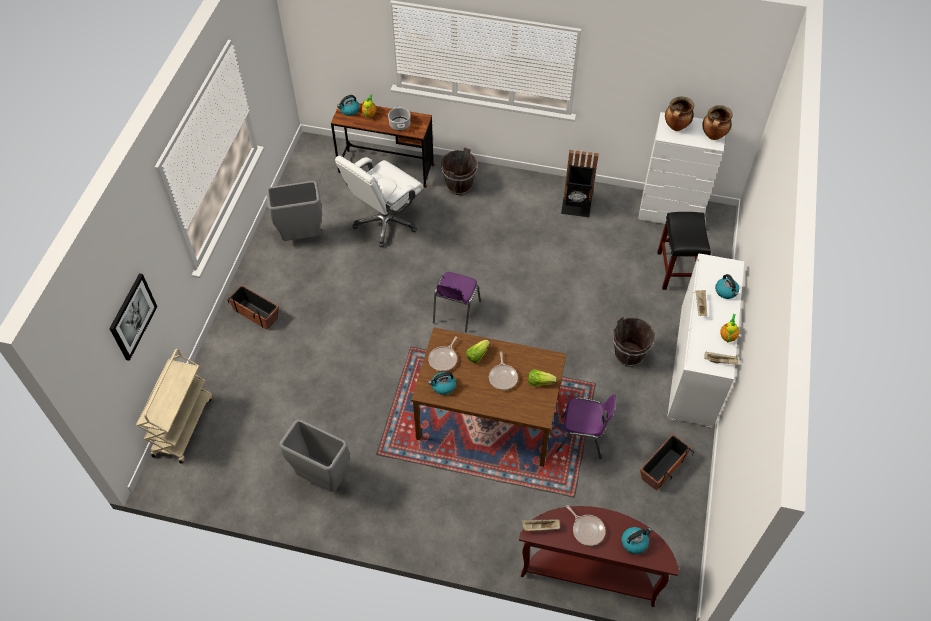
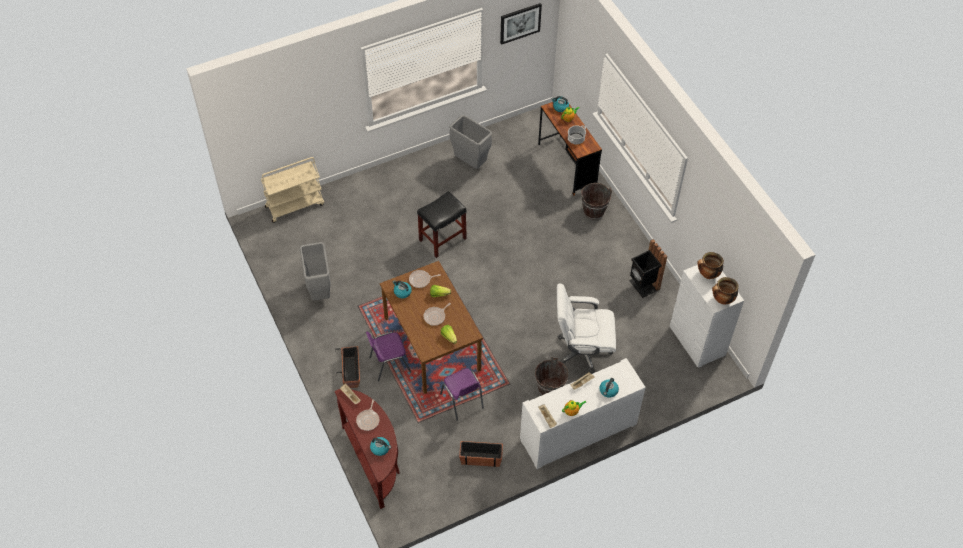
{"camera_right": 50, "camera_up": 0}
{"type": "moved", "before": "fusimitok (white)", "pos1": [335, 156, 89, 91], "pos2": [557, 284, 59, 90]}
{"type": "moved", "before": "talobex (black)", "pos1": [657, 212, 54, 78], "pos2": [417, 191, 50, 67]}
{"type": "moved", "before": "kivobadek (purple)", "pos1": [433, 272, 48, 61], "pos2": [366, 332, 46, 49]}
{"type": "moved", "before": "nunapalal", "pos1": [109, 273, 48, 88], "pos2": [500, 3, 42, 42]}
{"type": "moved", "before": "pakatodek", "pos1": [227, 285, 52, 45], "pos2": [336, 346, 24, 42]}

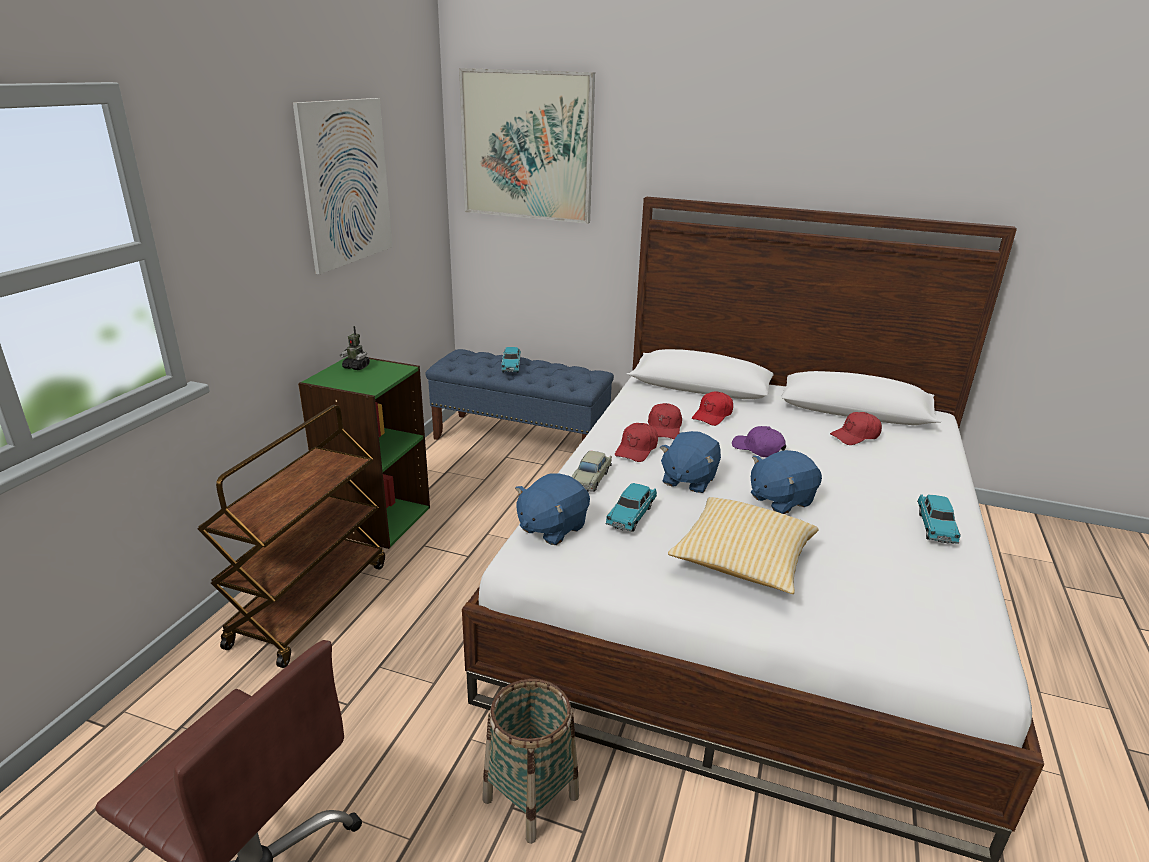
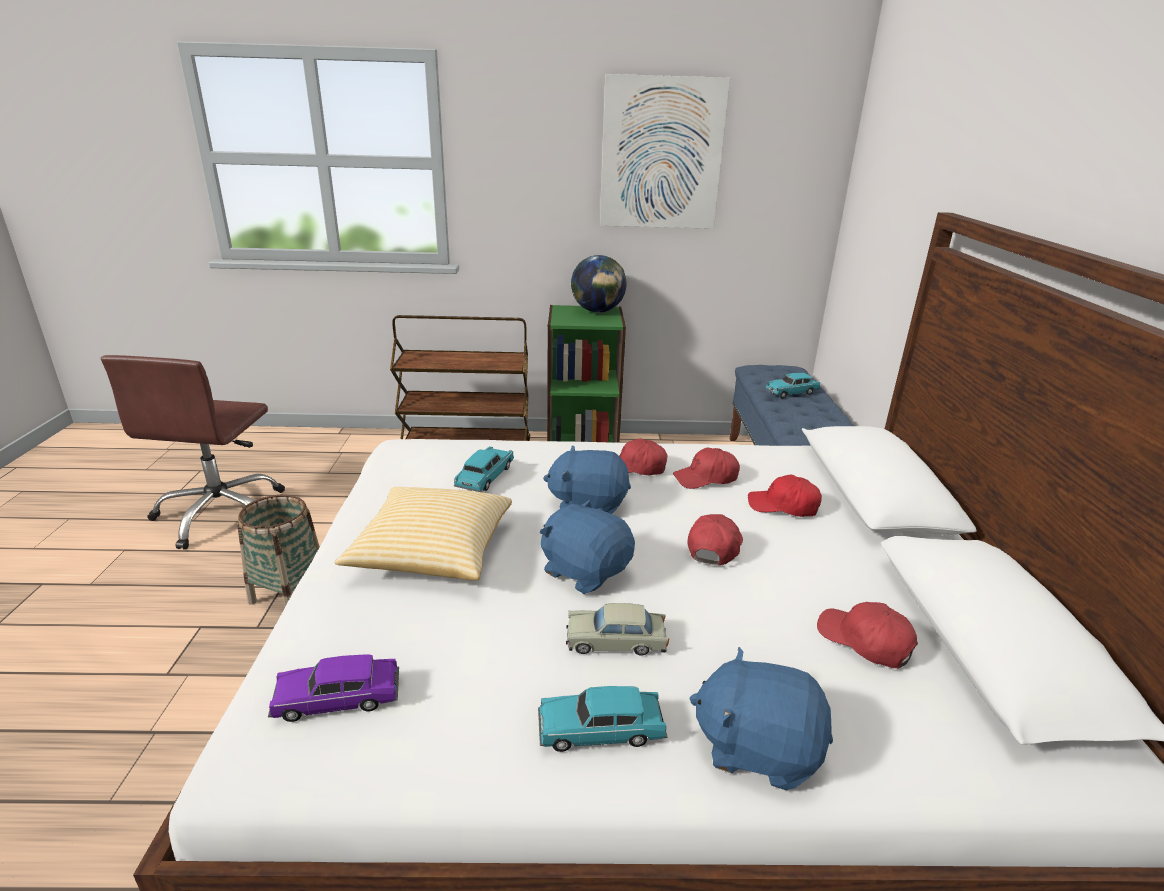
{"camera_right": 70, "camera_up": 0}
{"type": "removed", "before": "nunapalal", "pos1": [459, 68, 136, 156]}
{"type": "replaced", "before": "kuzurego", "after": "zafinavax", "pos1": [340, 326, 30, 44], "pos2": [571, 255, 55, 58]}
{"type": "recoloured", "before": "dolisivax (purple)", "after": "dolisivax (red)", "pos1": [732, 426, 54, 32], "pos2": [688, 514, 55, 51]}
{"type": "moved", "before": "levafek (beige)", "pos1": [571, 451, 41, 41], "pos2": [566, 603, 103, 52]}
{"type": "moved", "before": "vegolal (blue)", "pos1": [515, 474, 75, 71], "pos2": [690, 647, 143, 143]}
{"type": "turned", "before": "levafek (turquoise)", "pos1": [606, 483, 51, 49], "pos2": [454, 447, 60, 45], "turn": 105}
{"type": "added", "after": "levafek (purple)", "pos2": [268, 654, 131, 68]}

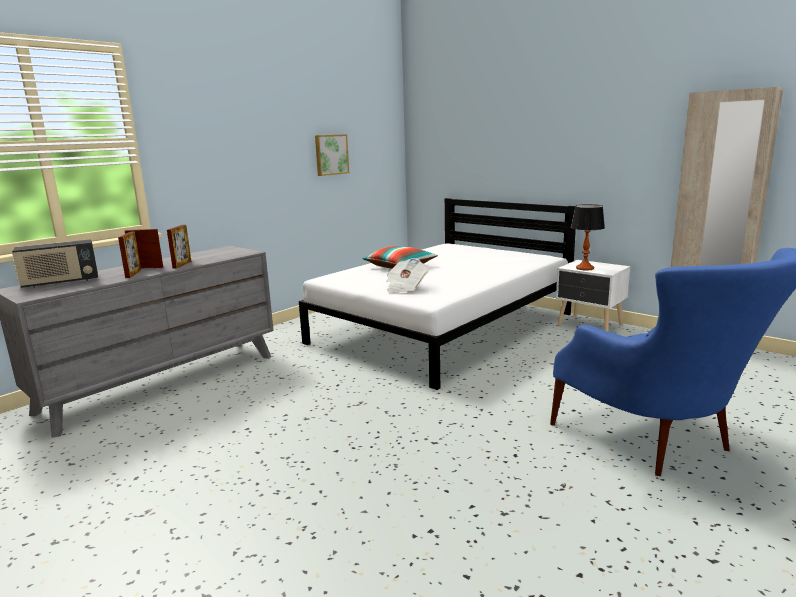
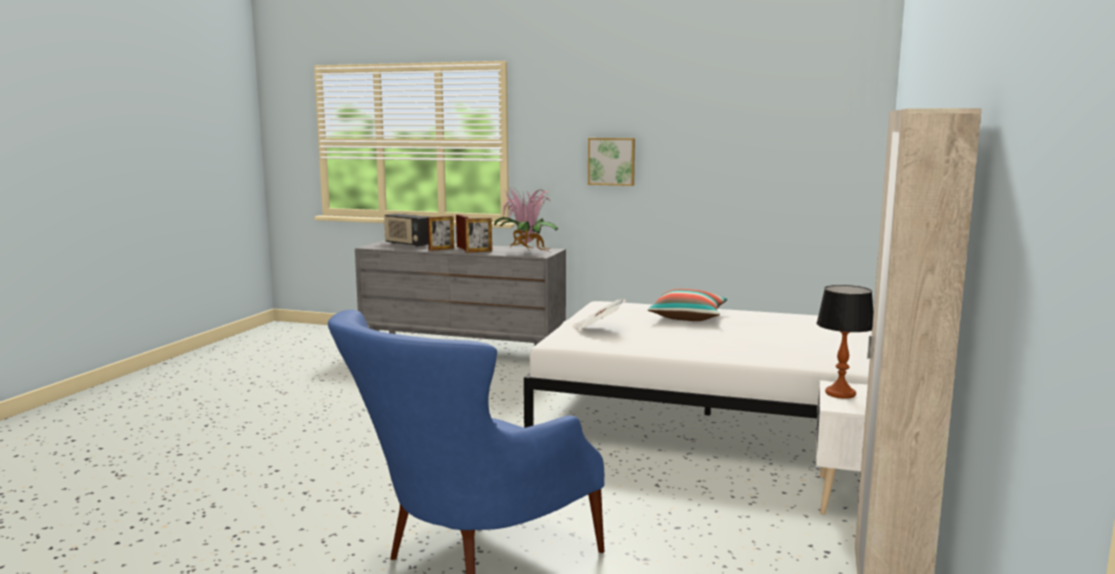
{"camera_right": 65, "camera_up": -5}
{"type": "moved", "before": "nunapalal", "pos1": [315, 134, 34, 42], "pos2": [588, 138, 47, 48]}
{"type": "added", "after": "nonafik", "pos2": [494, 187, 64, 65]}

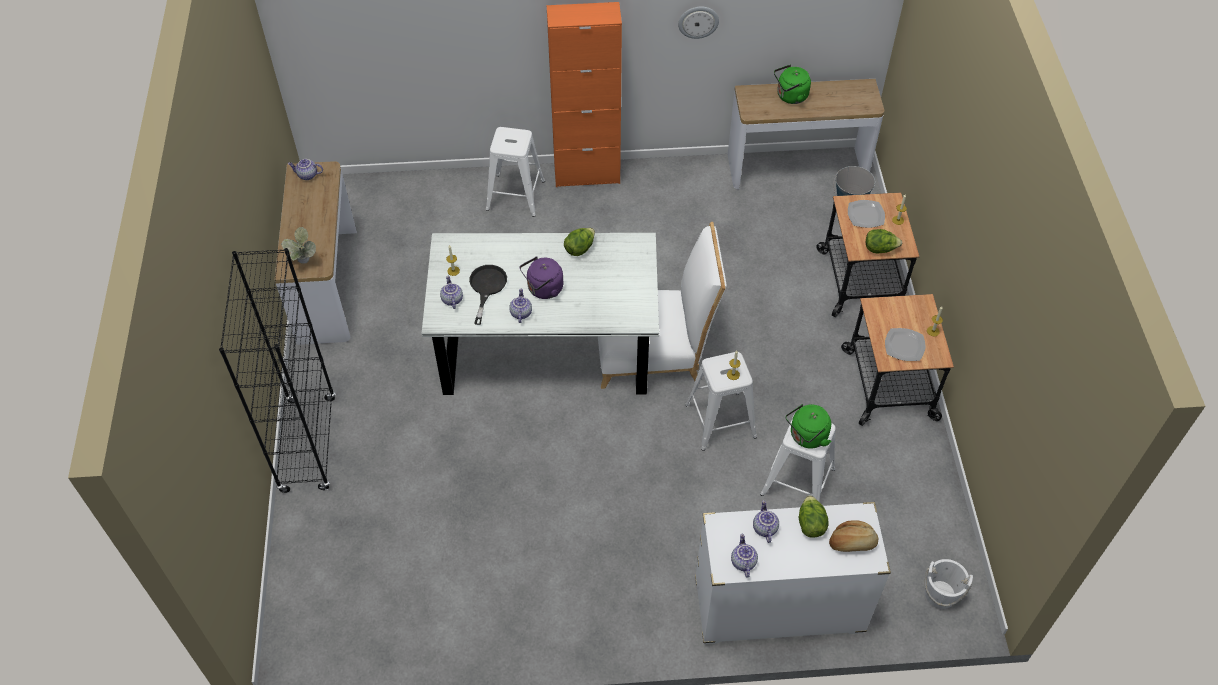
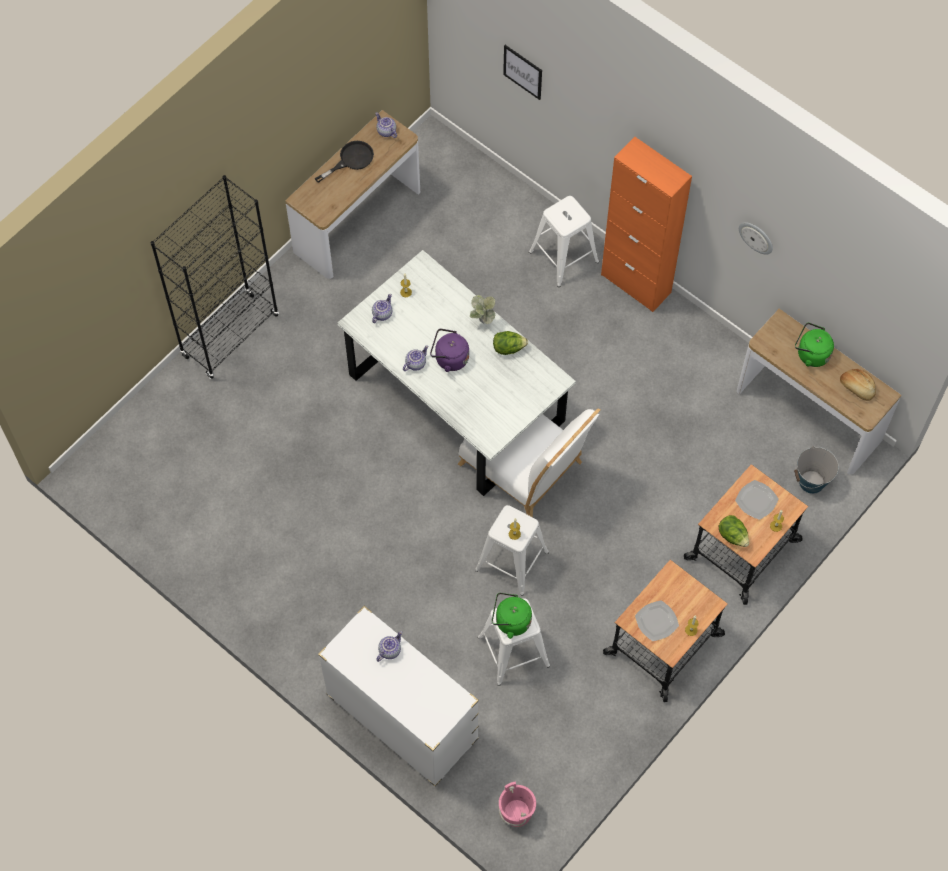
{"camera_right": 45, "camera_up": 10}
{"type": "moved", "before": "nonafik", "pos1": [281, 227, 35, 37], "pos2": [470, 295, 25, 29]}
{"type": "moved", "before": "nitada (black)", "pos1": [469, 265, 38, 60], "pos2": [314, 141, 60, 42]}
{"type": "removed", "before": "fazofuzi", "pos1": [799, 495, 30, 43]}
{"type": "moved", "before": "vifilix", "pos1": [829, 520, 49, 32], "pos2": [840, 369, 36, 32]}
{"type": "removed", "before": "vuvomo", "pos1": [731, 533, 27, 44]}
{"type": "recoloured", "before": "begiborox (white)", "after": "begiborox (pink)", "pos1": [925, 559, 48, 50], "pos2": [499, 782, 37, 45]}
{"type": "added", "after": "nunapalal", "pos2": [503, 45, 39, 55]}

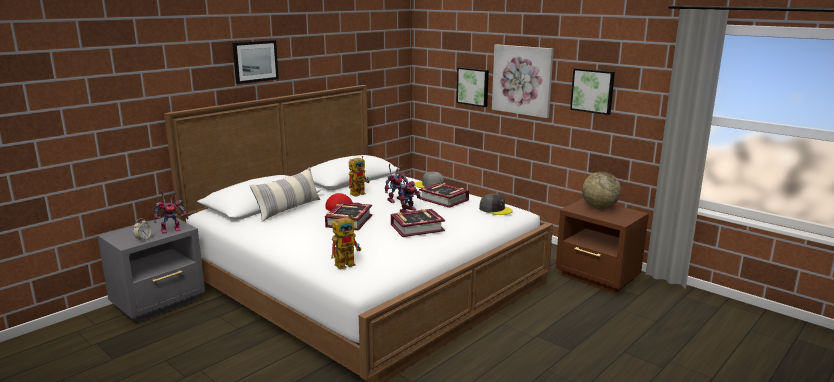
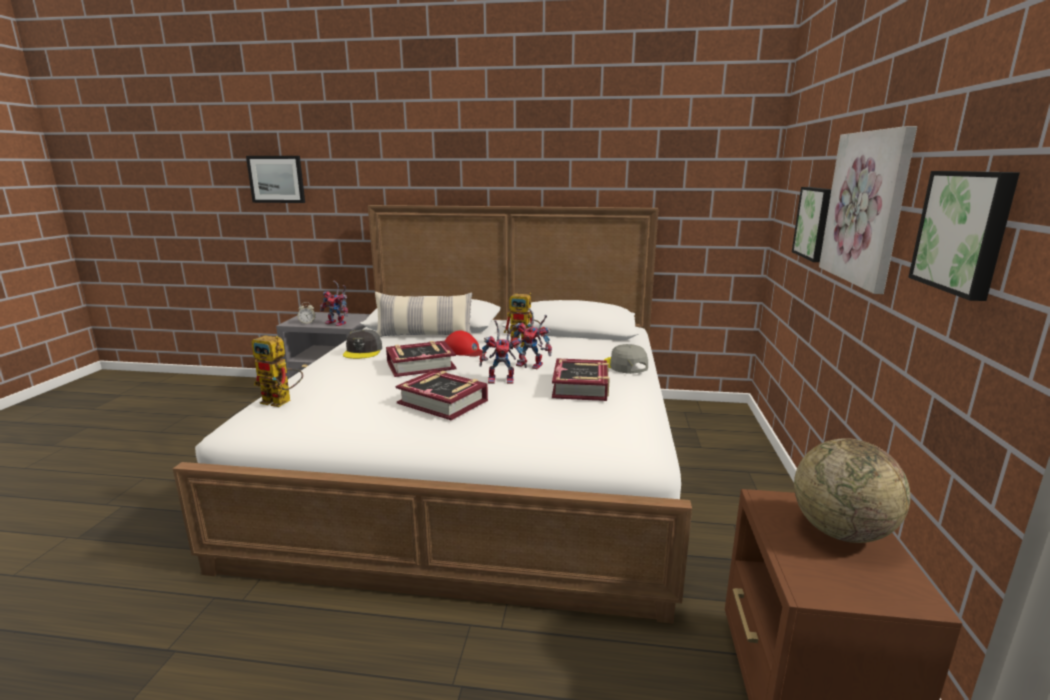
{"camera_right": 55, "camera_up": 0}
{"type": "moved", "before": "nunapalal", "pos1": [232, 40, 47, 44], "pos2": [246, 156, 59, 47]}
{"type": "moved", "before": "dolisivax (grey)", "pos1": [479, 194, 34, 21], "pos2": [343, 330, 39, 29]}

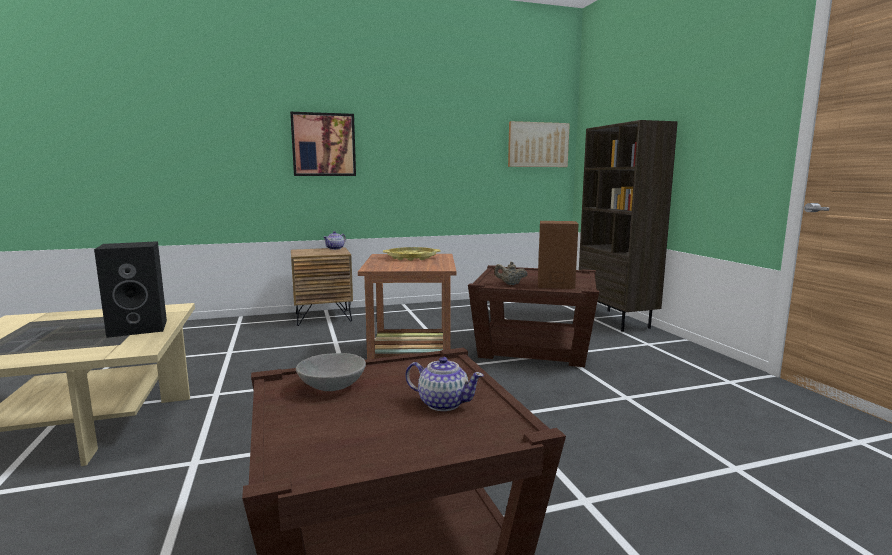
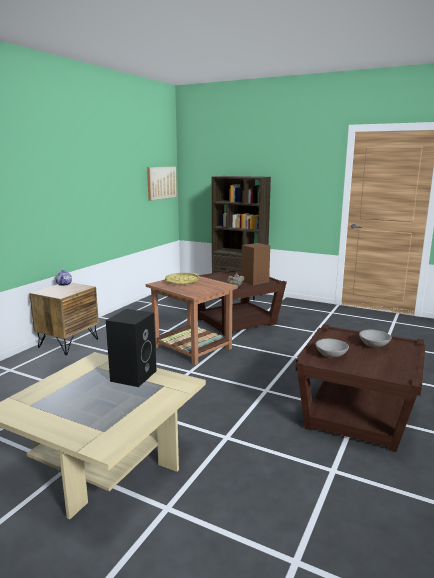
{"camera_right": -45, "camera_up": 5}
{"type": "removed", "before": "nunapalal", "pos1": [290, 112, 66, 64]}
{"type": "replaced", "before": "vuvomo", "after": "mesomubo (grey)", "pos1": [405, 357, 79, 54], "pos2": [359, 330, 33, 17]}

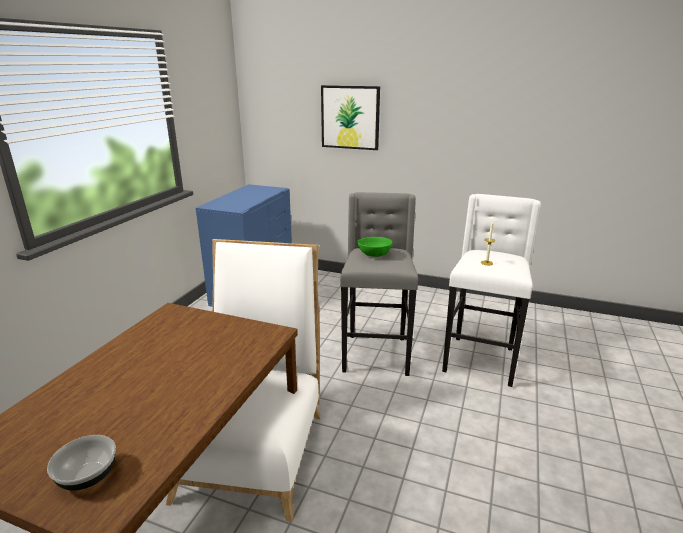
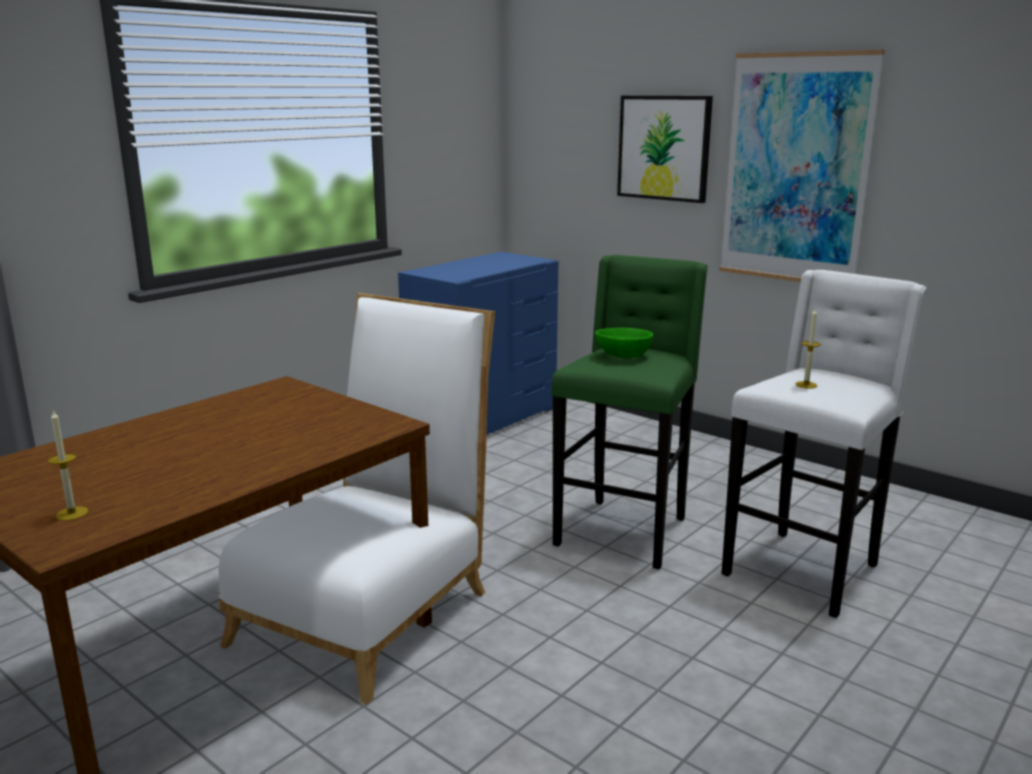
{"camera_right": 20, "camera_up": -5}
{"type": "recoloured", "before": "talobex (grey)", "after": "talobex (green)", "pos1": [340, 192, 78, 184], "pos2": [551, 255, 157, 314]}
{"type": "replaced", "before": "mesomubo", "after": "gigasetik", "pos1": [47, 435, 69, 56], "pos2": [48, 410, 40, 111]}
{"type": "added", "after": "nunapalal", "pos2": [719, 50, 166, 232]}

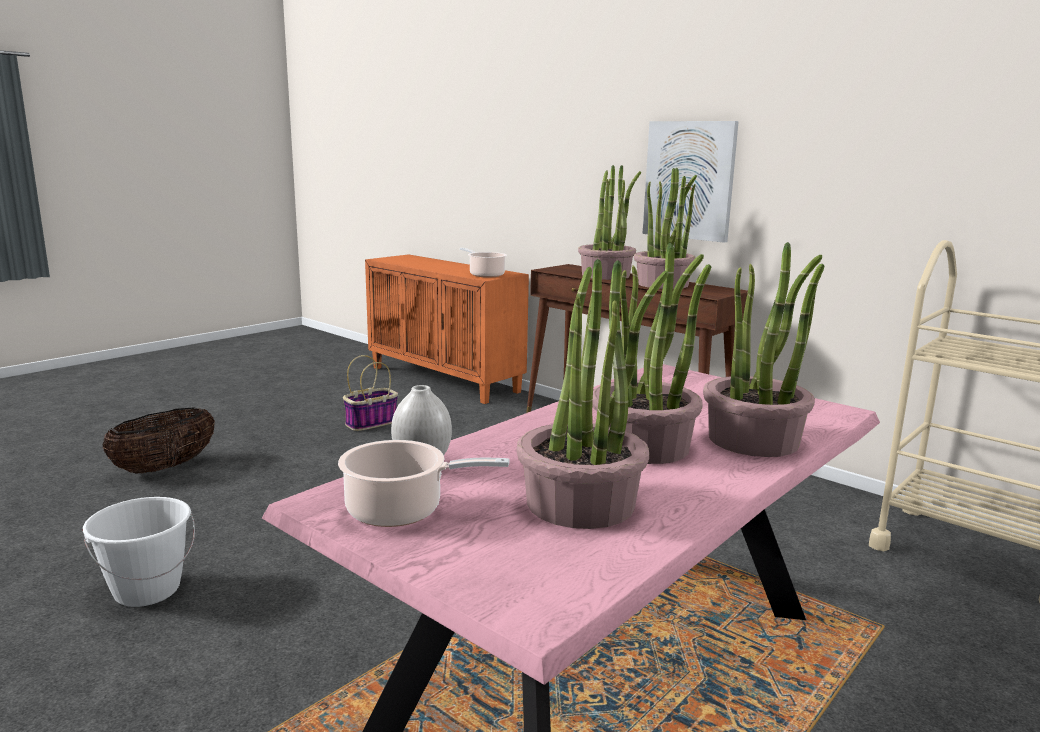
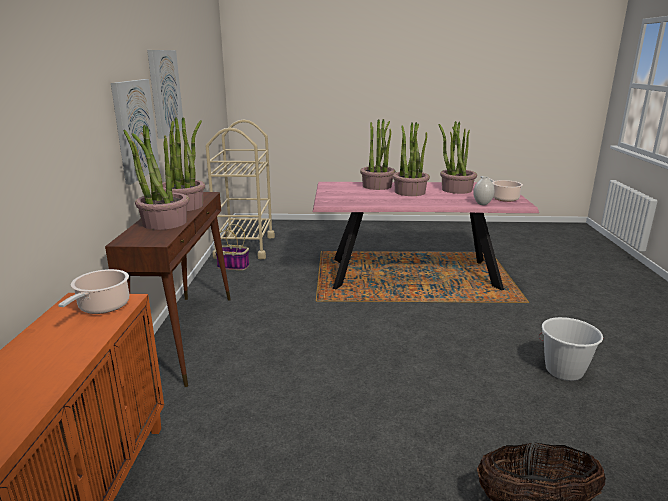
{"camera_right": -130, "camera_up": 5}
{"type": "moved", "before": "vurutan", "pos1": [343, 355, 55, 76], "pos2": [215, 224, 34, 46]}
{"type": "added", "after": "nunapalal", "pos2": [147, 50, 36, 89]}

